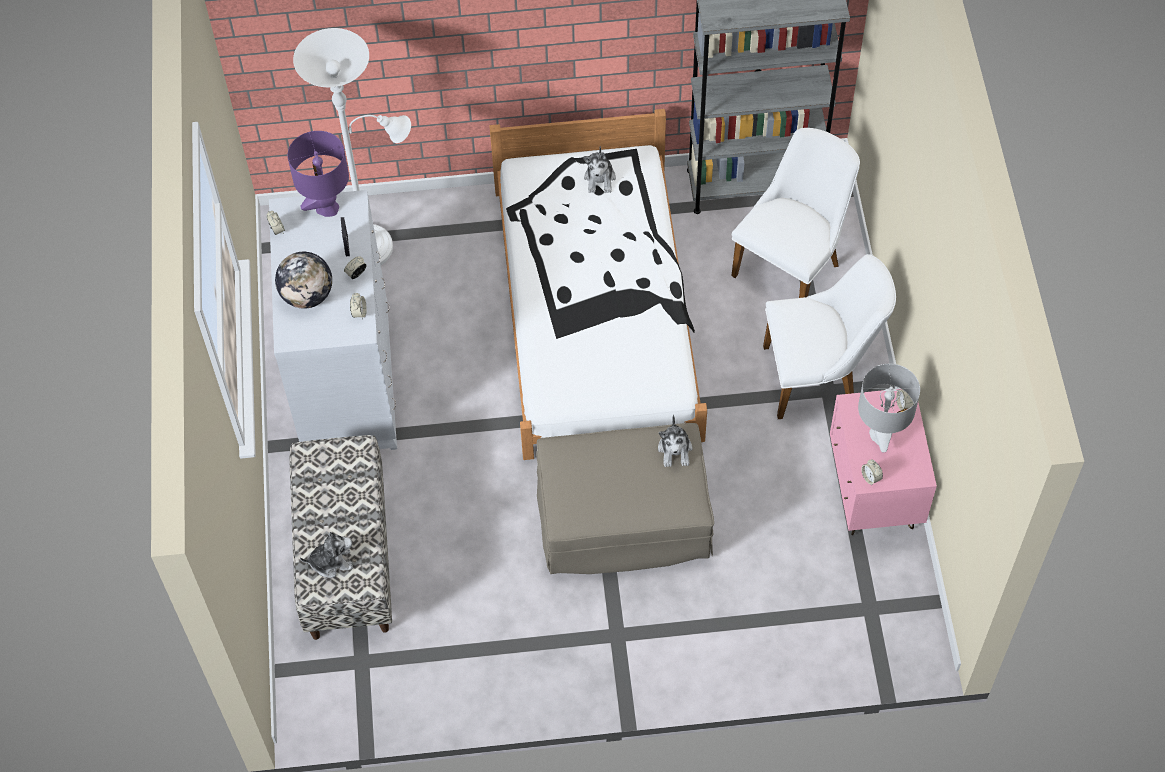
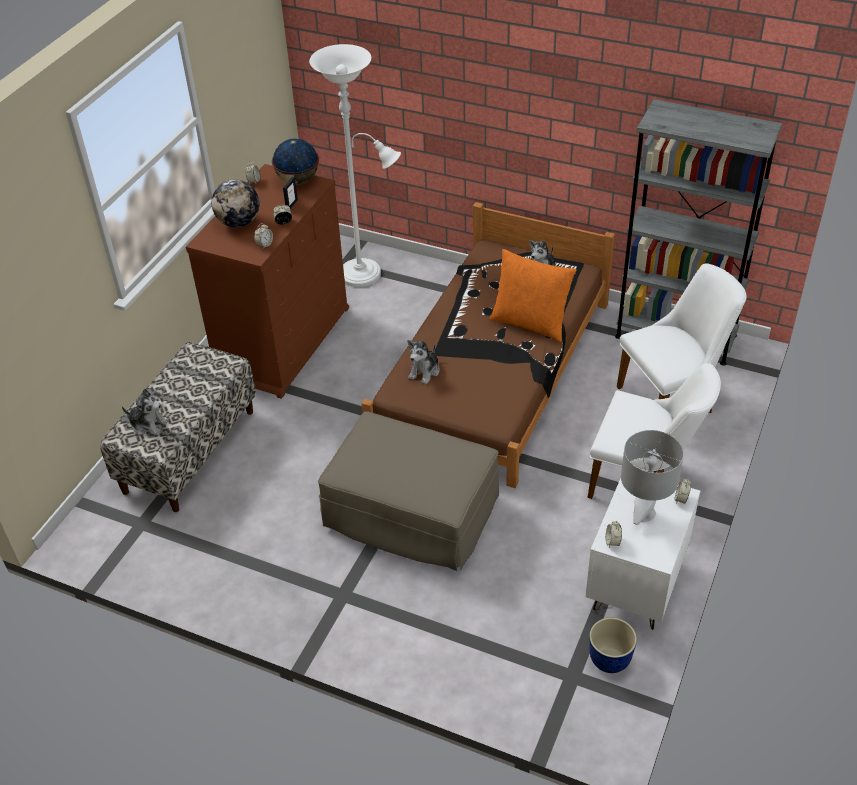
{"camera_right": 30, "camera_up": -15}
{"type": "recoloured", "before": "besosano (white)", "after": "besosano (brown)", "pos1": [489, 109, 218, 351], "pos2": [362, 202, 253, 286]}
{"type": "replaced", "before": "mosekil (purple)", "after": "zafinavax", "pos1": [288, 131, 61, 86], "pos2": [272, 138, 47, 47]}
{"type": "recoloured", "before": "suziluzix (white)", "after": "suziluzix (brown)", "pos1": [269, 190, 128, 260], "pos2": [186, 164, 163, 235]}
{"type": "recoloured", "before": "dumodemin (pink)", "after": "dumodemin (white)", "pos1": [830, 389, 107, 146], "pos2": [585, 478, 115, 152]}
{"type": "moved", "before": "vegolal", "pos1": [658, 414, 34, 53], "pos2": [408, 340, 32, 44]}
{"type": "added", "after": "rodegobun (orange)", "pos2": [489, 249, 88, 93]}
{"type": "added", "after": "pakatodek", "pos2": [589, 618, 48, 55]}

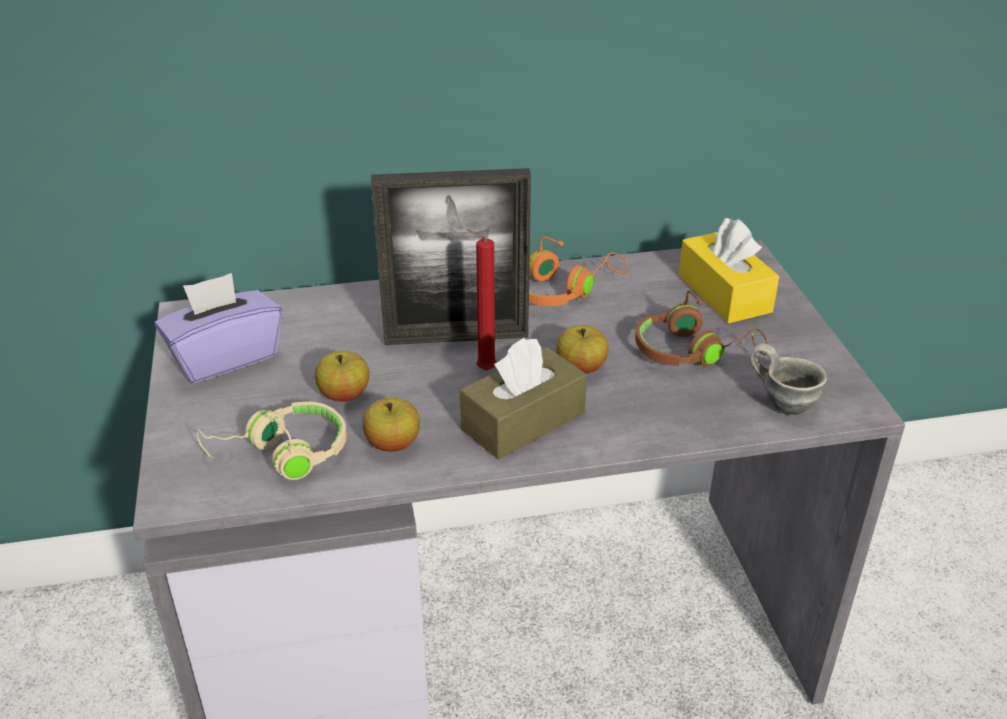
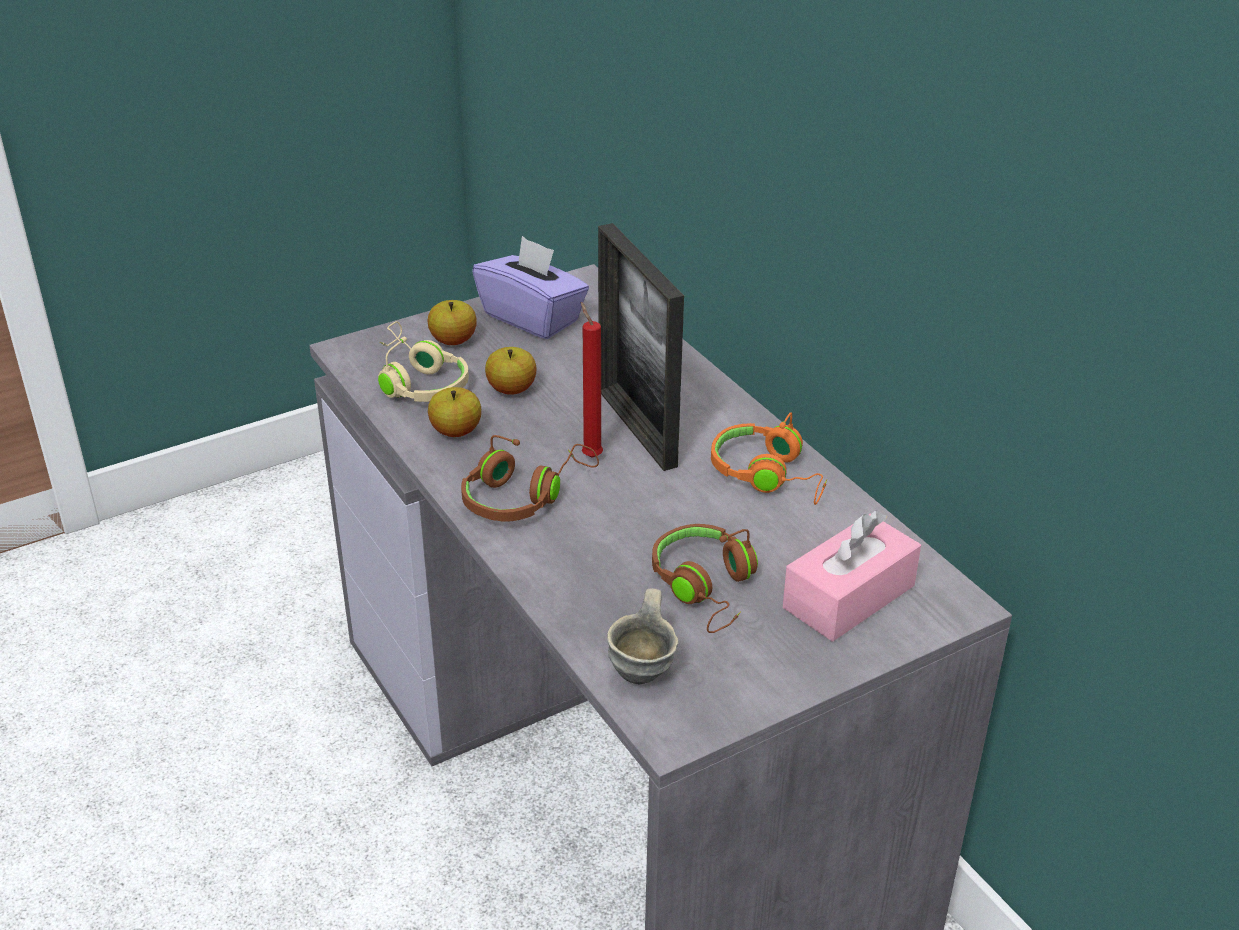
{"camera_right": 70, "camera_up": 0}
{"type": "recoloured", "before": "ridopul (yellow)", "after": "ridopul (pink)", "pos1": [679, 218, 101, 106], "pos2": [783, 510, 138, 132]}
{"type": "moved", "before": "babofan", "pos1": [556, 325, 53, 49], "pos2": [427, 300, 50, 45]}
{"type": "replaced", "before": "ridopul (brown)", "after": "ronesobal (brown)", "pos1": [460, 338, 127, 122], "pos2": [461, 435, 138, 87]}

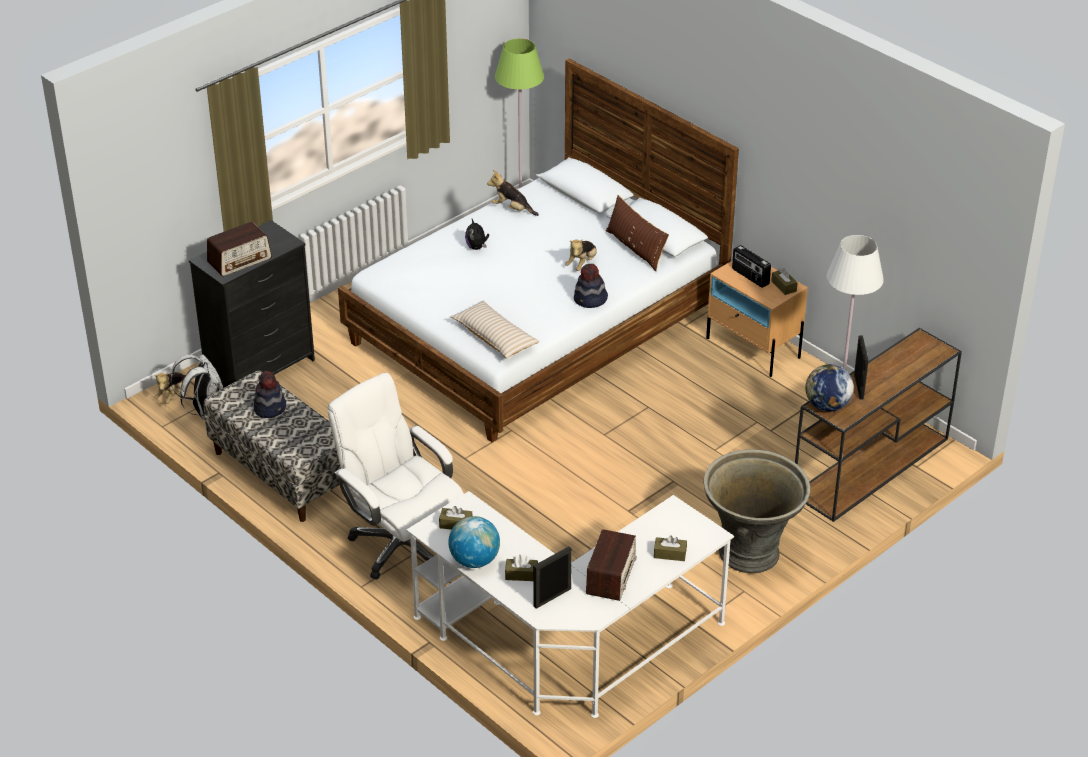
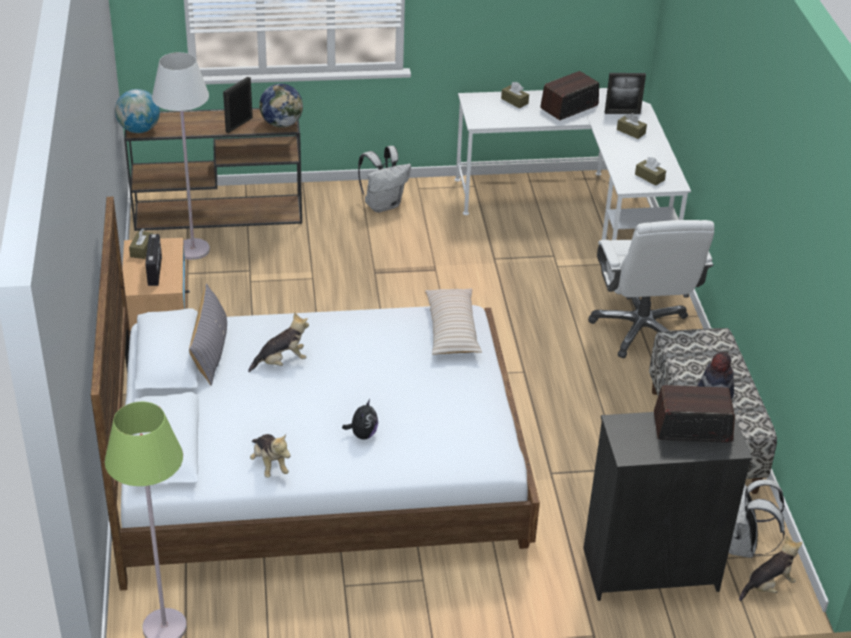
{"camera_right": -145, "camera_up": 0}
{"type": "recoloured", "before": "rodegobun (brown)", "after": "rodegobun (grey)", "pos1": [606, 195, 63, 76], "pos2": [189, 283, 38, 103]}
{"type": "removed", "before": "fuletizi", "pos1": [574, 264, 34, 44]}
{"type": "replaced", "before": "pakatodek (grey)", "after": "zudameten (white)", "pos1": [703, 449, 107, 124], "pos2": [358, 146, 53, 67]}
{"type": "moved", "before": "zafinavax", "pos1": [448, 516, 52, 52], "pos2": [115, 89, 45, 44]}

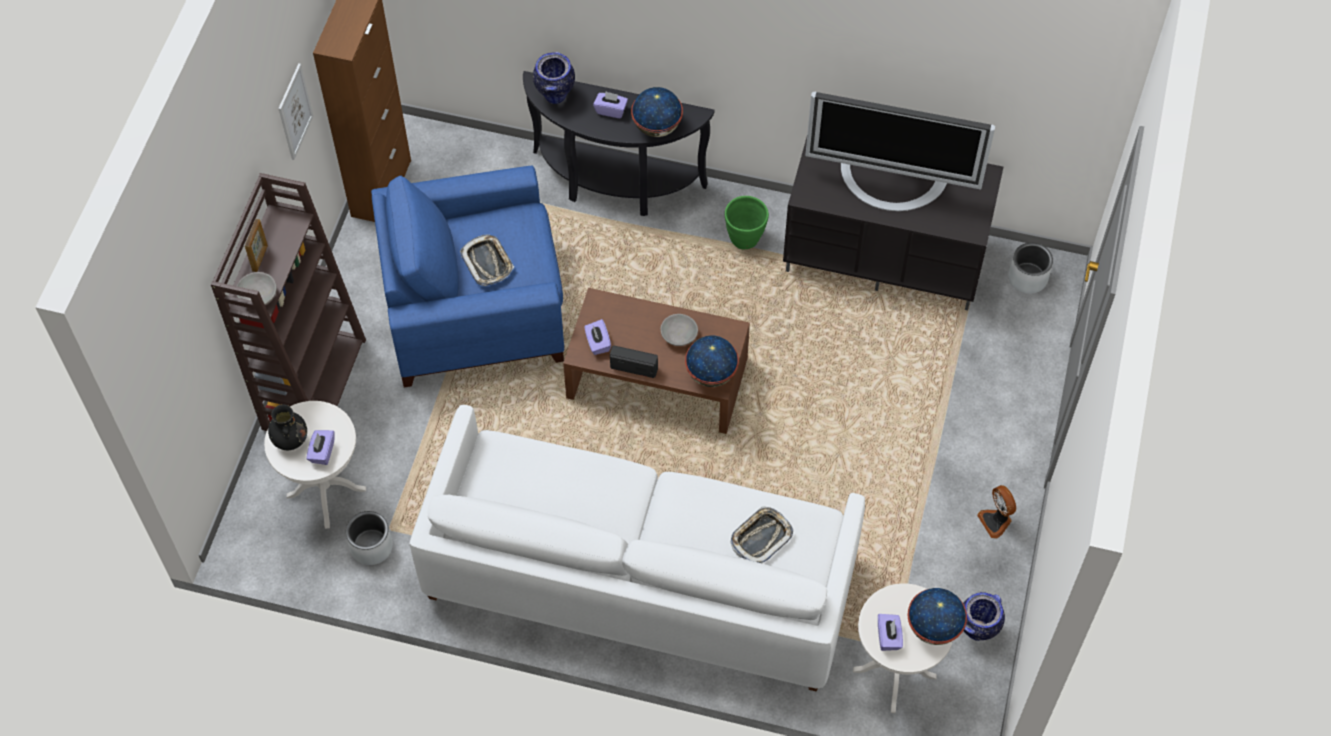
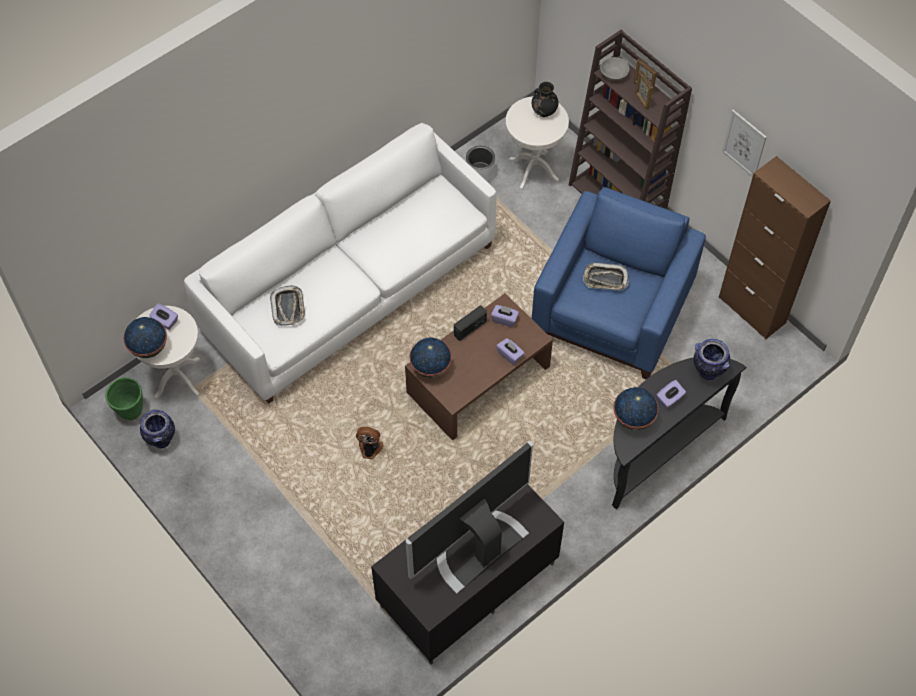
{"camera_right": 125, "camera_up": 0}
{"type": "moved", "before": "pakatodek (green)", "pos1": [725, 196, 44, 54], "pos2": [105, 377, 38, 43]}
{"type": "removed", "before": "pakatodek (grey)", "pos1": [1008, 243, 45, 51]}
{"type": "removed", "before": "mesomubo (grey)", "pos1": [661, 314, 37, 32]}
{"type": "moved", "before": "ridopul (purple)", "pos1": [306, 430, 29, 35], "pos2": [496, 338, 29, 27]}
{"type": "moved", "before": "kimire", "pos1": [977, 485, 39, 53], "pos2": [356, 427, 28, 32]}
{"type": "added", "after": "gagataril", "pos2": [635, 70, 18, 40]}

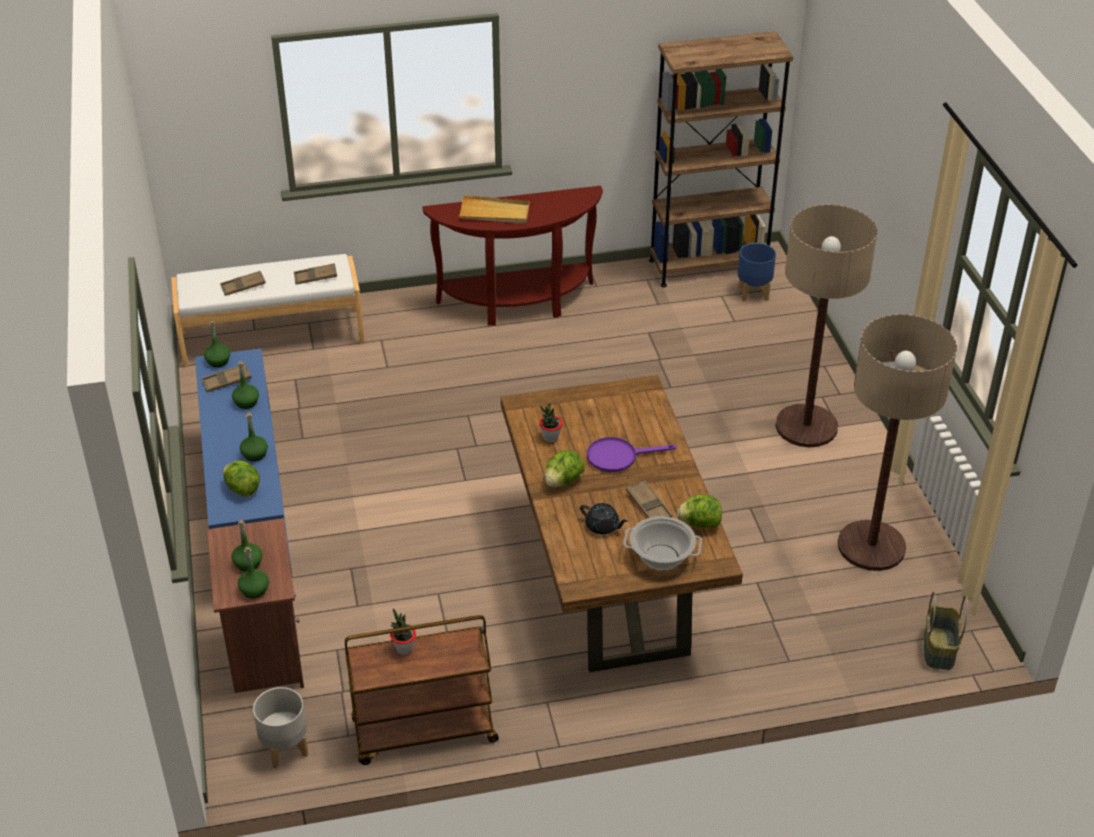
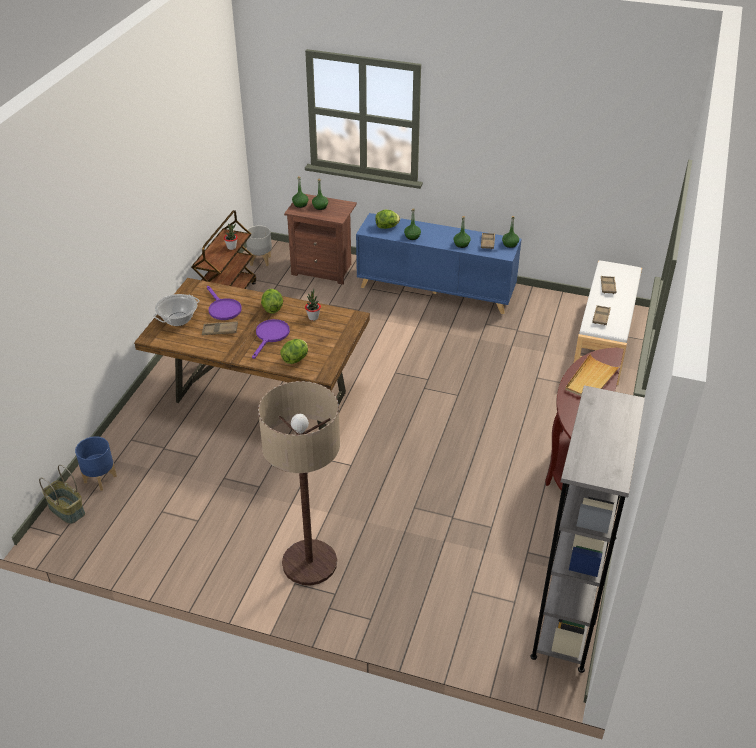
{"camera_right": 120, "camera_up": 0}
{"type": "recoloured", "before": "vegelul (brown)", "after": "vegelul (grey)", "pos1": [649, 32, 144, 255], "pos2": [530, 385, 115, 288]}
{"type": "moved", "before": "pakatodek (blue)", "pos1": [738, 243, 38, 58], "pos2": [75, 436, 42, 55]}
{"type": "removed", "before": "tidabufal", "pos1": [838, 314, 119, 257]}
{"type": "moved", "before": "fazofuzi", "pos1": [677, 495, 45, 33], "pos2": [280, 339, 28, 25]}
{"type": "replaced", "before": "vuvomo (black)", "after": "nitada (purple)", "pos1": [580, 503, 48, 32], "pos2": [207, 286, 35, 34]}

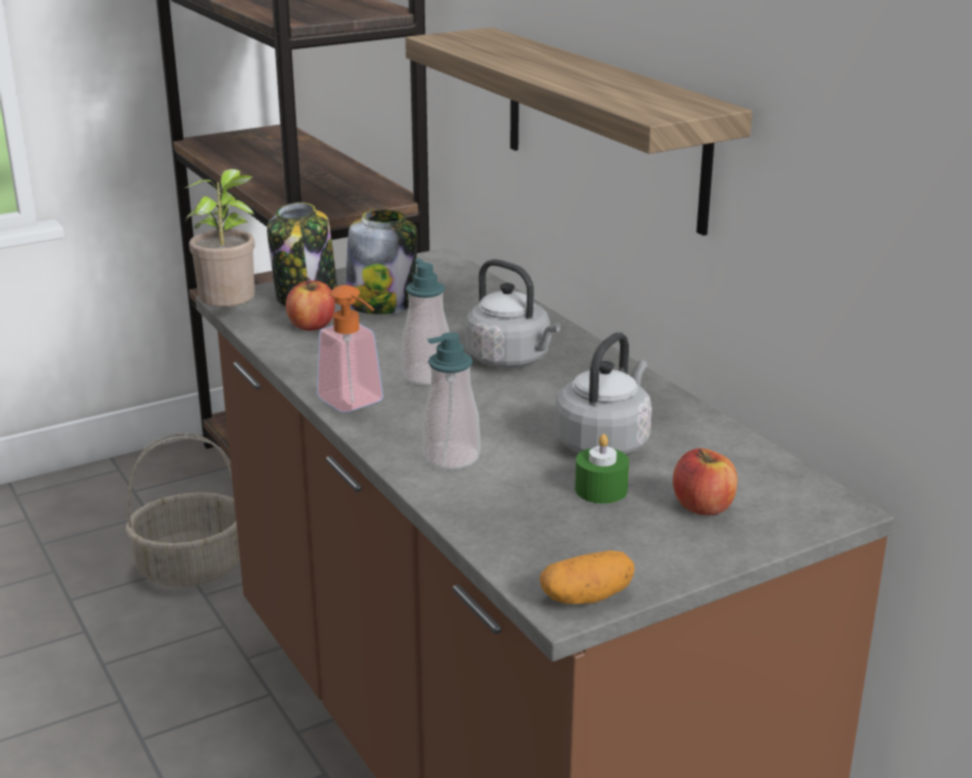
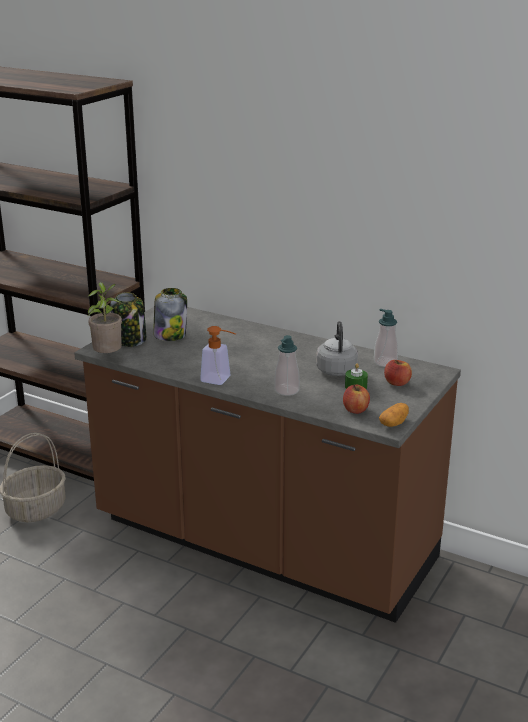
{"camera_right": -30, "camera_up": 0}
{"type": "removed", "before": "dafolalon", "pos1": [405, 27, 348, 209]}
{"type": "moved", "before": "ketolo", "pos1": [401, 259, 48, 126], "pos2": [374, 309, 24, 58]}
{"type": "removed", "before": "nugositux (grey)", "pos1": [466, 259, 95, 109]}
{"type": "moved", "before": "babofan", "pos1": [286, 278, 49, 53], "pos2": [343, 384, 27, 30]}

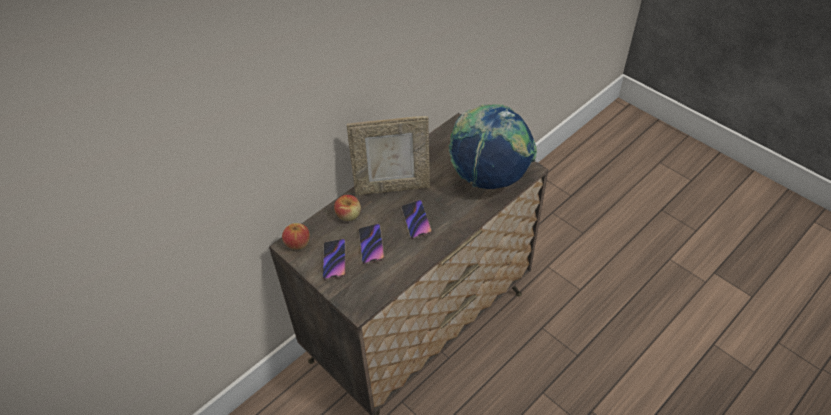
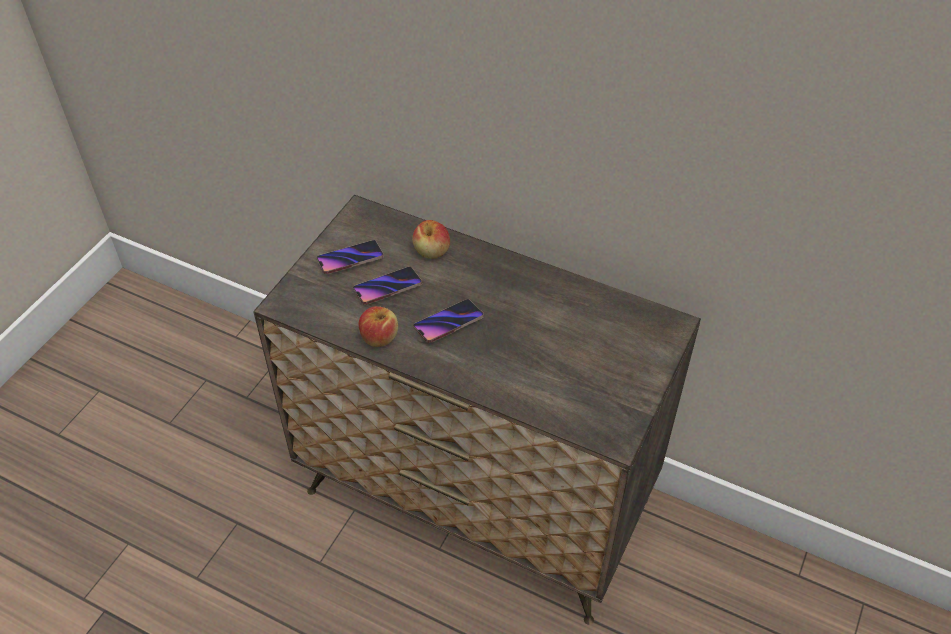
{"camera_right": 70, "camera_up": 0}
{"type": "removed", "before": "zafinavax", "pos1": [449, 104, 88, 85]}
{"type": "removed", "before": "gagataril", "pos1": [347, 116, 83, 79]}
{"type": "moved", "before": "babofan", "pos1": [282, 223, 28, 26], "pos2": [359, 306, 39, 41]}

